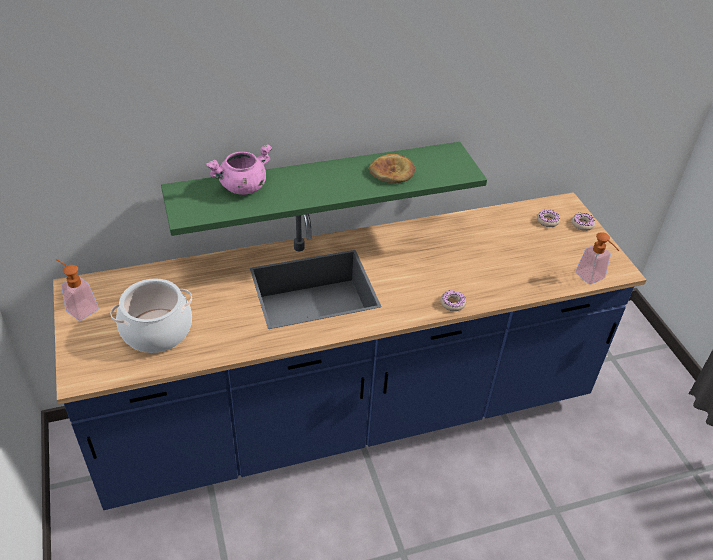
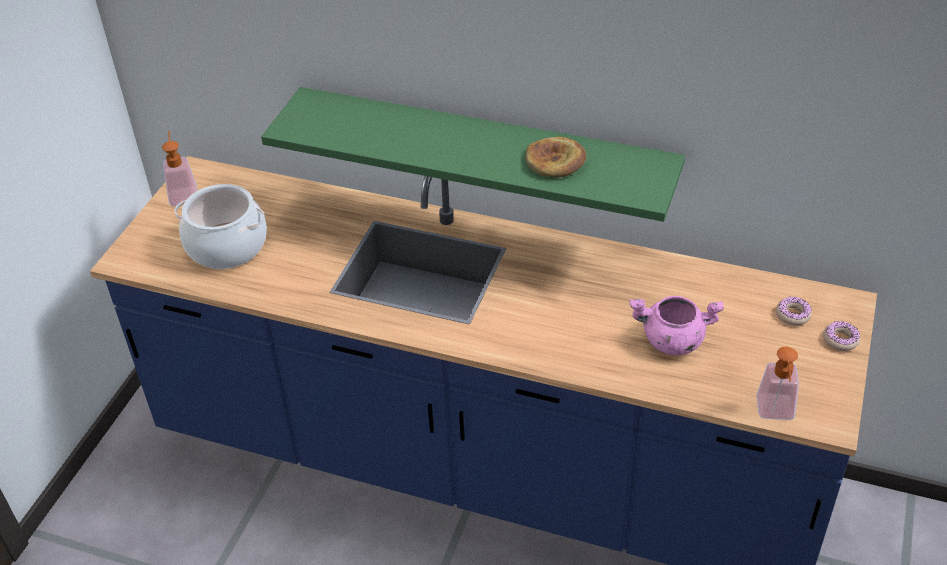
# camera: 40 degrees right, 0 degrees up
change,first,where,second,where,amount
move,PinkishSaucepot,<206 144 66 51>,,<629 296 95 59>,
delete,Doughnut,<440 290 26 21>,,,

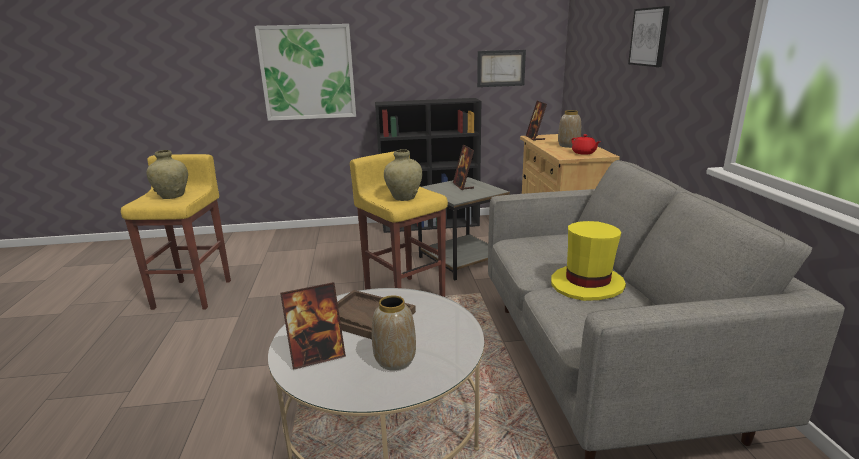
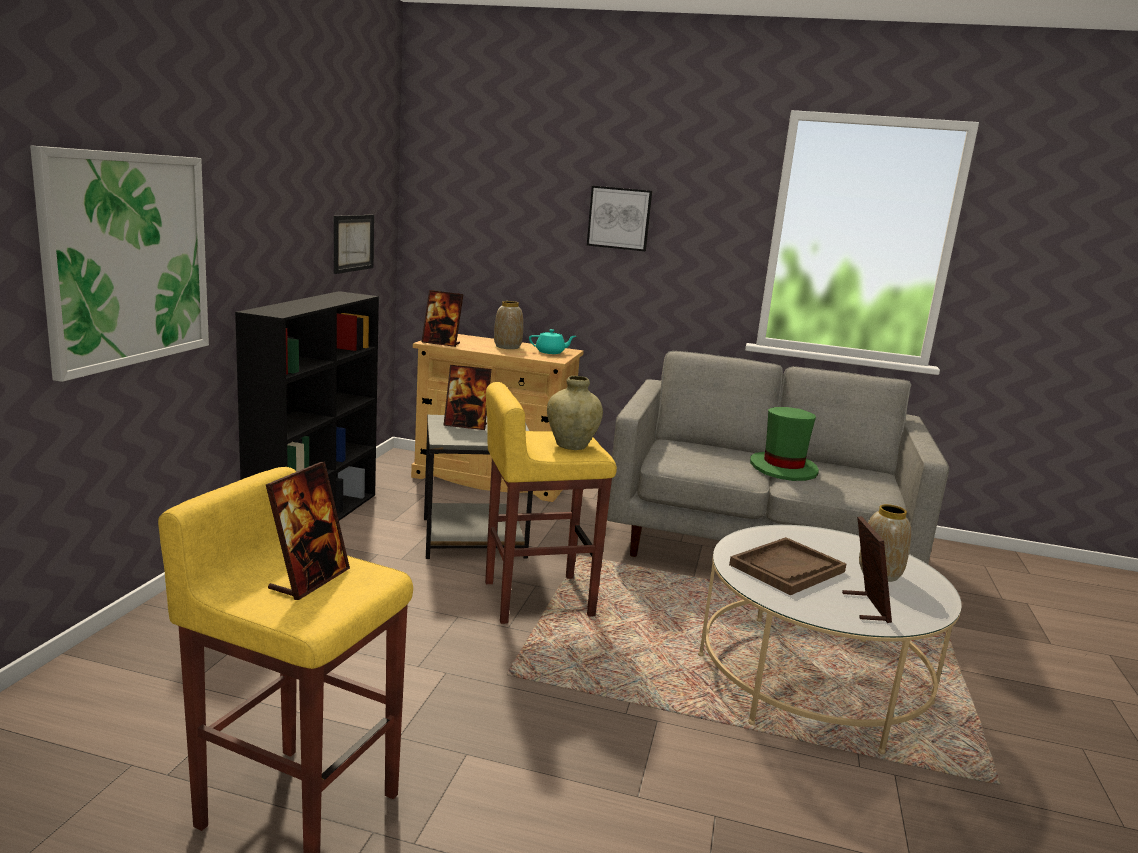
# camera: 70 degrees left, 5 degrees down
change,first,where,second,where,amount
replace,BeigeColouredVase,<147 150 41 49>,PictureFrame,<266 462 84 138>,
recolor,YellowishWearableHat,<551 221 75 80>,GreenishWearableHat,<750 407 69 74>,
recolor,RedColouredTeaPot,<571 134 29 21>,TurquoiseColouredTeaPot,<529 329 47 25>,

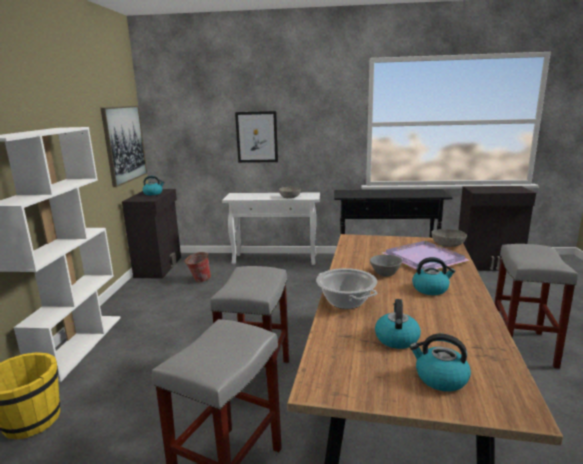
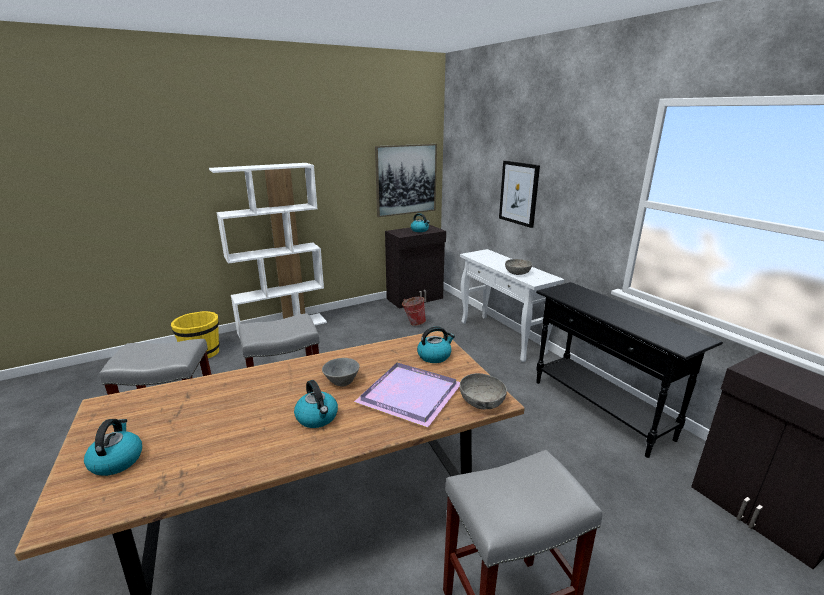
# camera: 55 degrees right, 5 degrees up
change,first,where,second,where,amount
delete,Saucepot,<316 268 62 41>,,,
move,WaterKettle,<375 299 46 50>,,<417 326 38 37>,

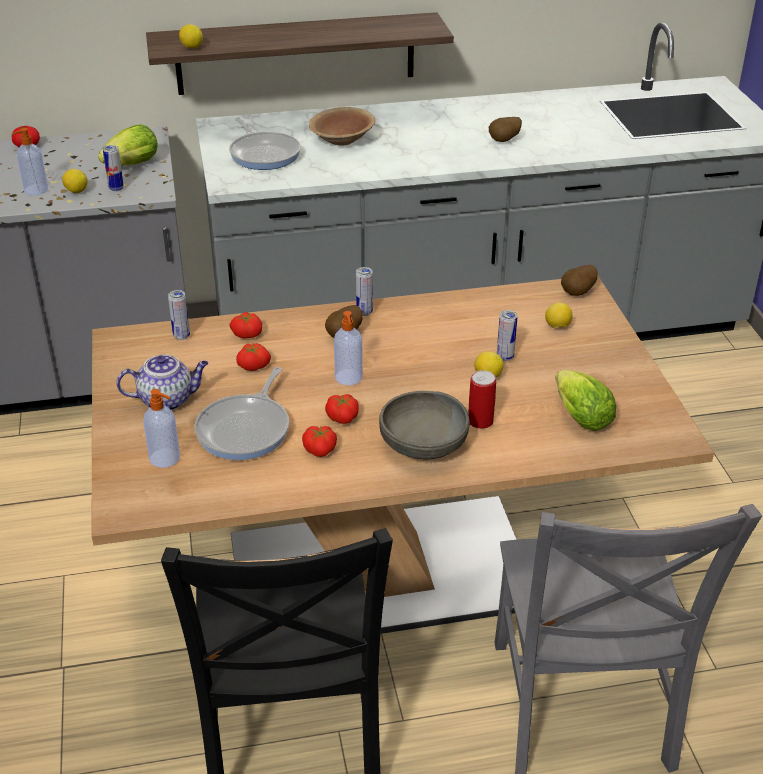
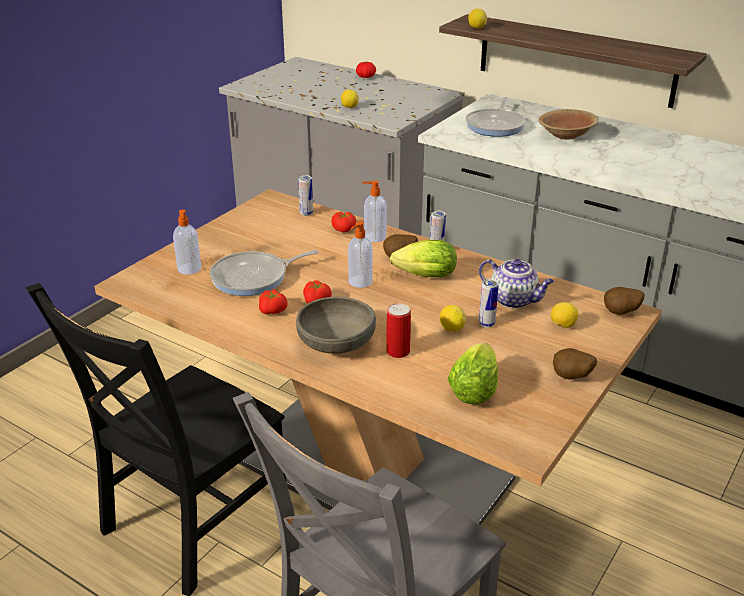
# camera: 45 degrees right, 5 degrees down
change,first,where,second,where,amount
move,SoapBottle,<12 128 36 67>,,<362 181 25 61>,
move,LettuceHead,<98 124 60 42>,,<390 240 67 38>,
delete,MetalCan,<103 145 21 46>,,,
move,TeaPot,<116 354 92 56>,,<479 259 75 50>,
delete,FreshTomato,<236 343 35 28>,,,
move,Potato,<489 117 33 25>,,<553 348 44 32>,

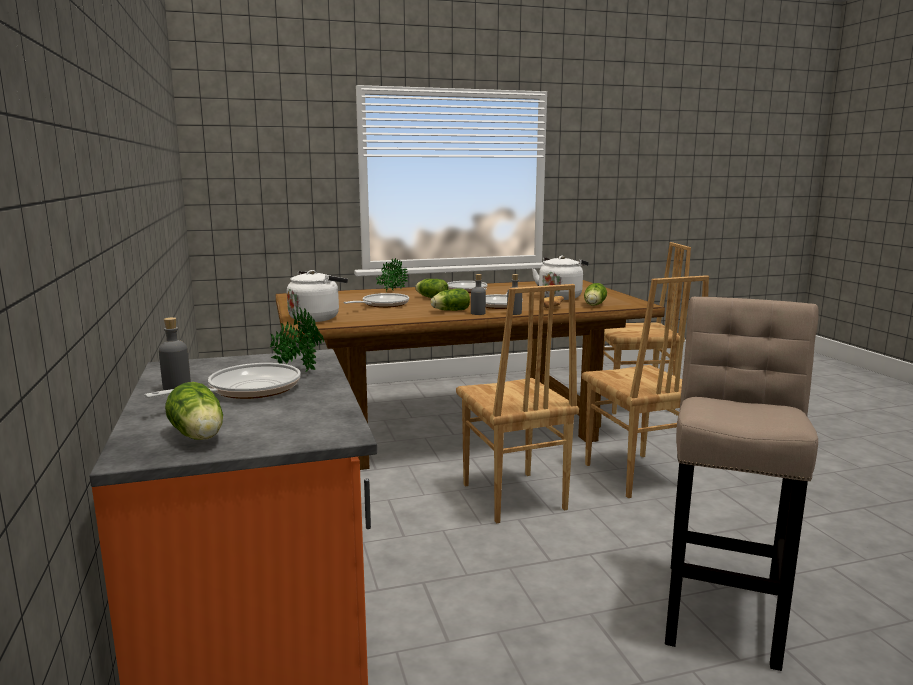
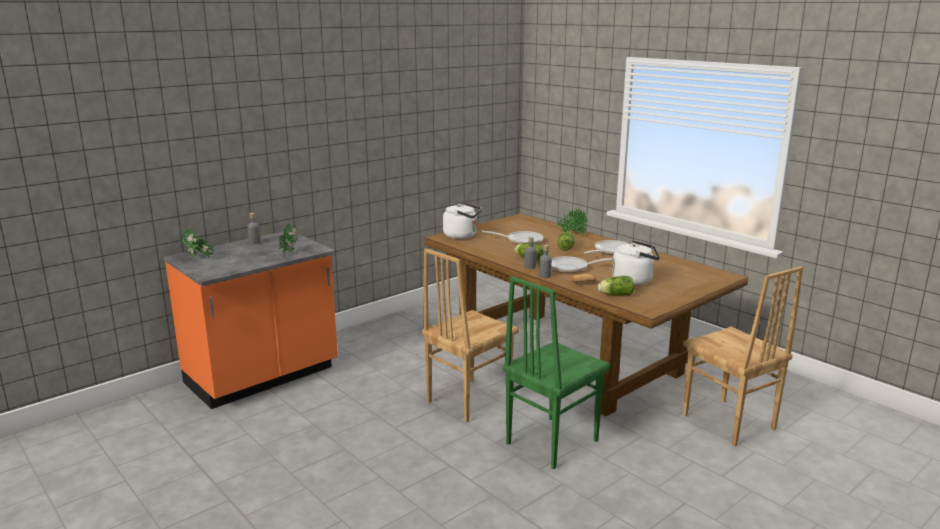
# camera: 65 degrees right, 5 degrees up
change,first,where,second,where,amount
delete,Pan,<144 363 157 36>,,,
replace,LettuceHead,<165 382 58 58>,Houseplant,<181 227 34 32>,
recolor,BrownPlainChair,<582 275 127 223>,GreenishPlainChair,<503 276 108 193>,
delete,BeigeColouredSittingStool,<665 297 154 374>,,,

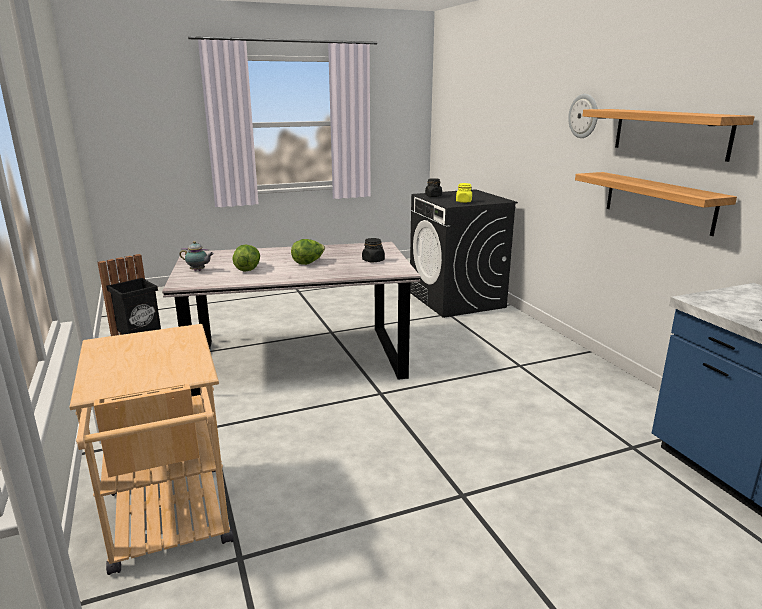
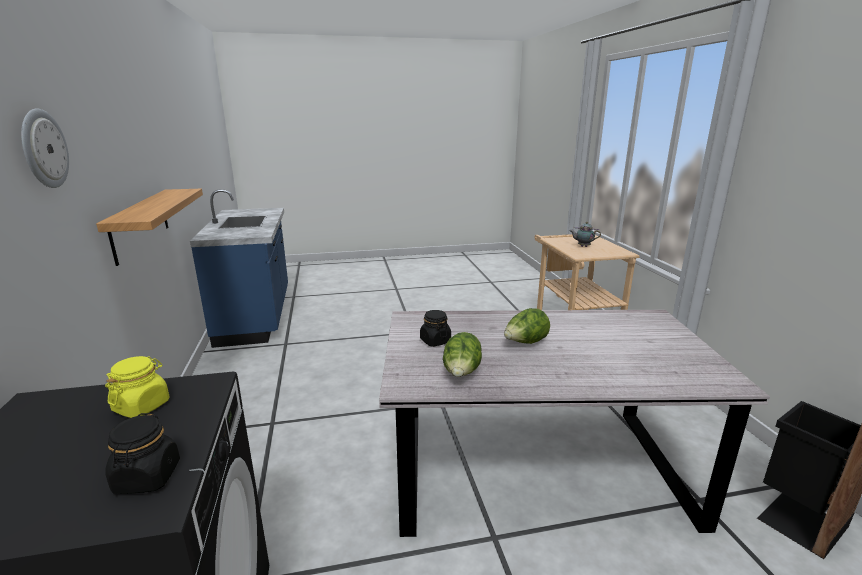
# camera: 170 degrees left, 0 degrees up
change,first,where,second,where,amount
move,TeaPot,<179 241 35 30>,,<570 222 31 25>,
move,LettuceHead,<232 244 28 28>,,<443 332 39 45>,
delete,BracketShelf,<583 109 172 53>,,,

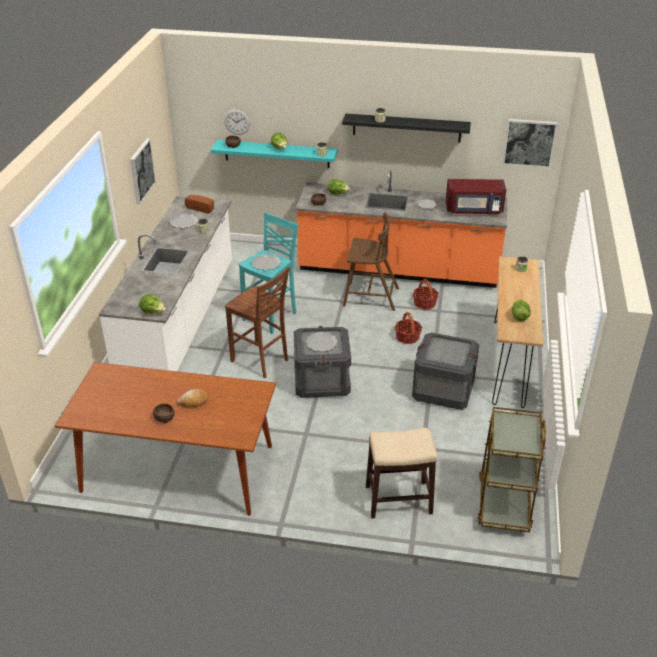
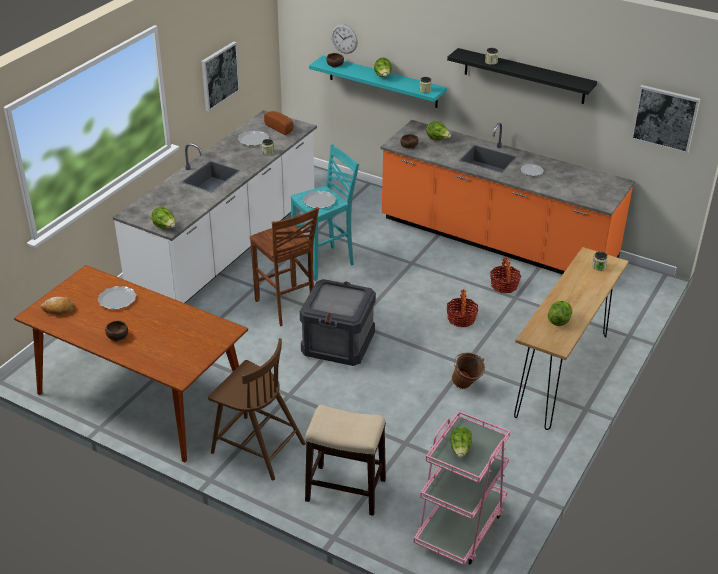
# camera: 20 degrees right, 0 degrees up
change,first,where,second,where,amount
move,BakeryBread,<177 389 32 18>,,<41 297 34 18>,
move,FlatDish,<306 332 32 20>,,<97 286 40 23>,
move,BrownPlainChair,<343 212 56 99>,,<208 338 98 142>,
replace,PackingCrate,<412 332 67 78>,BrownWaterBucket,<452 352 33 37>,
delete,RedColouredMicrowave,<446 179 60 35>,,,
recolor,BrownWheeledCart,<477 407 69 126>,PinkishWheeledCart,<413 411 97 154>,
insert,,,LettuceHead,<450 426 22 32>,

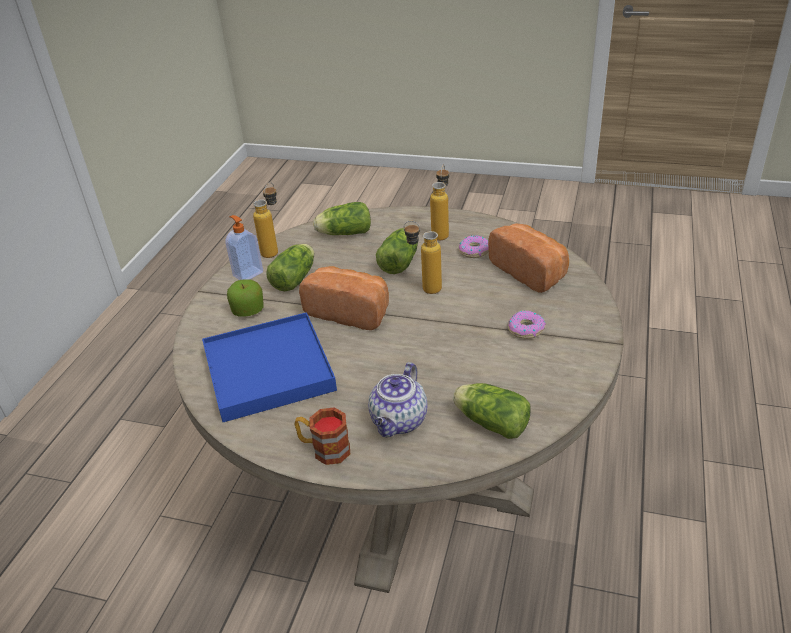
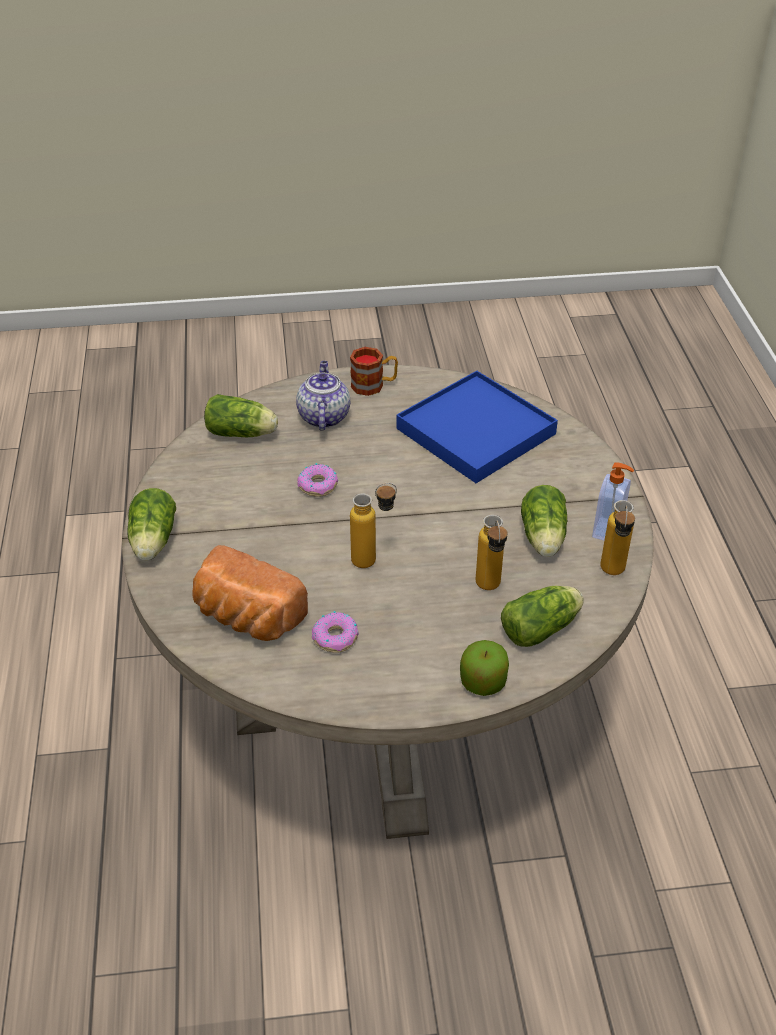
# camera: 155 degrees right, 5 degrees up
change,first,where,second,where,amount
move,AppleFruit,<227 279 37 38>,,<460 640 49 56>,
delete,BakeryBread,<299 266 90 64>,,,
move,LettuceHead,<376 228 42 46>,,<127 488 49 72>,
move,Bottle,<430 164 19 77>,,<476 515 32 75>,
move,Doughnut,<508 311 38 28>,,<297 463 41 34>,

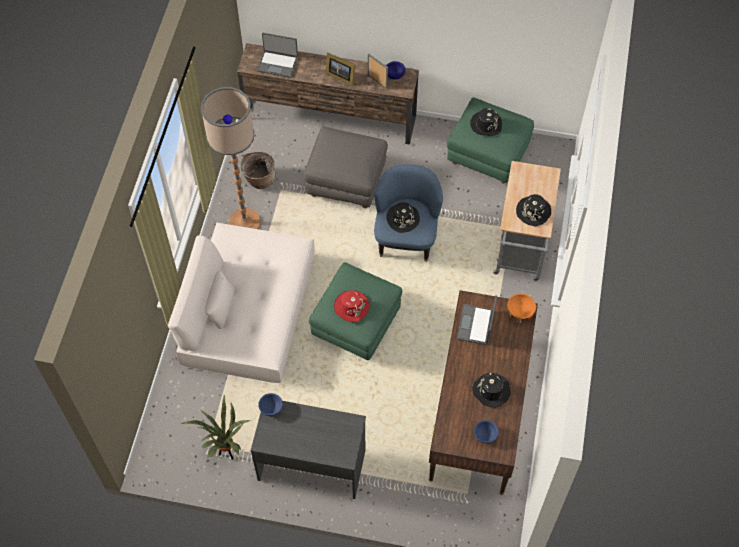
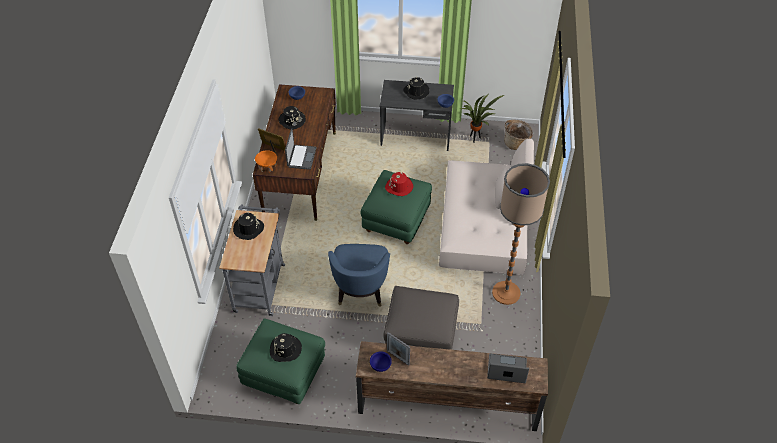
# camera: 175 degrees right, 10 degrees down
change,first,where,second,where,amount
move,Basket,<241 152 34 37>,,<504 120 29 30>,
move,PictureFrame,<326 52 29 34>,,<258 128 28 27>,
move,BlackishWearableHat,<386 202 34 31>,,<403 76 26 24>,

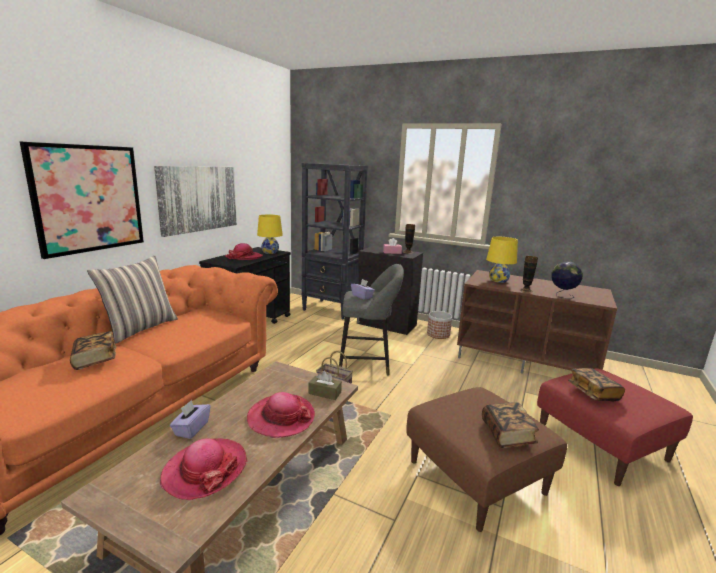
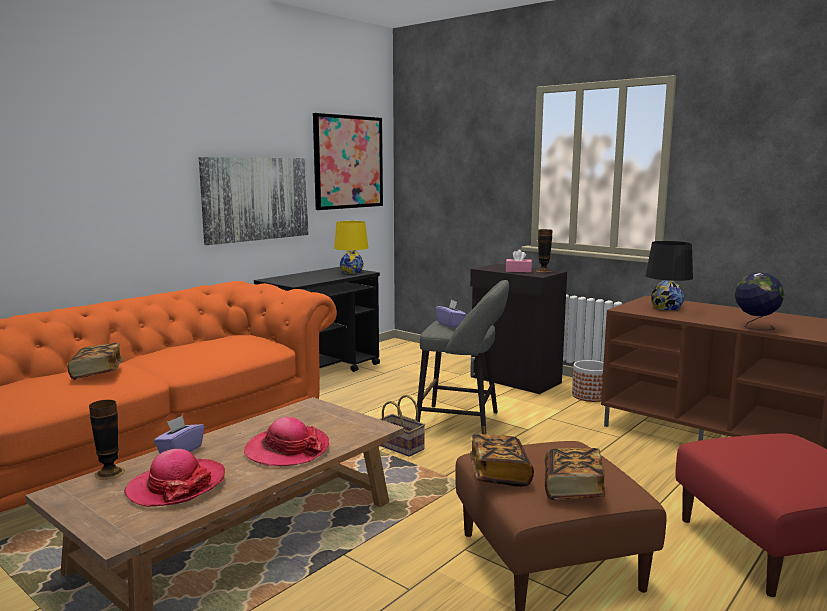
# camera: 15 degrees right, 5 degrees down
change,first,where,second,where,amount
move,WallArt,<20 142 124 117>,,<313 113 70 97>,
delete,ThrowPillow,<87 256 91 87>,,,
delete,WearableHat,<225 243 38 17>,,,
delete,BlackishBookcase,<302 163 66 157>,,,
delete,BrownTissueBox,<308 371 34 29>,,,
recolor,YellowishLampForATable,<486 237 32 46>,BlackishLampForATable,<646 241 47 69>,
move,Vase,<519 256 19 37>,,<89 400 36 80>,
move,Book,<568 368 57 34>,,<470 434 64 53>,

